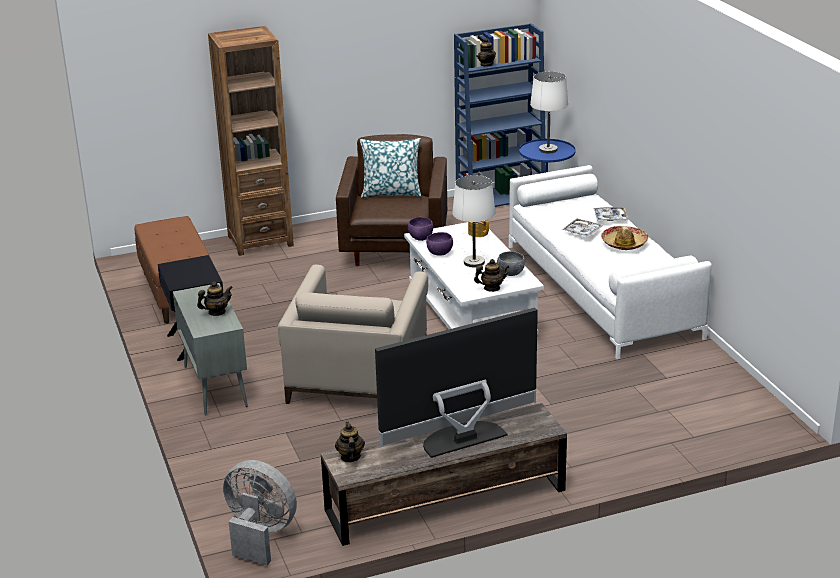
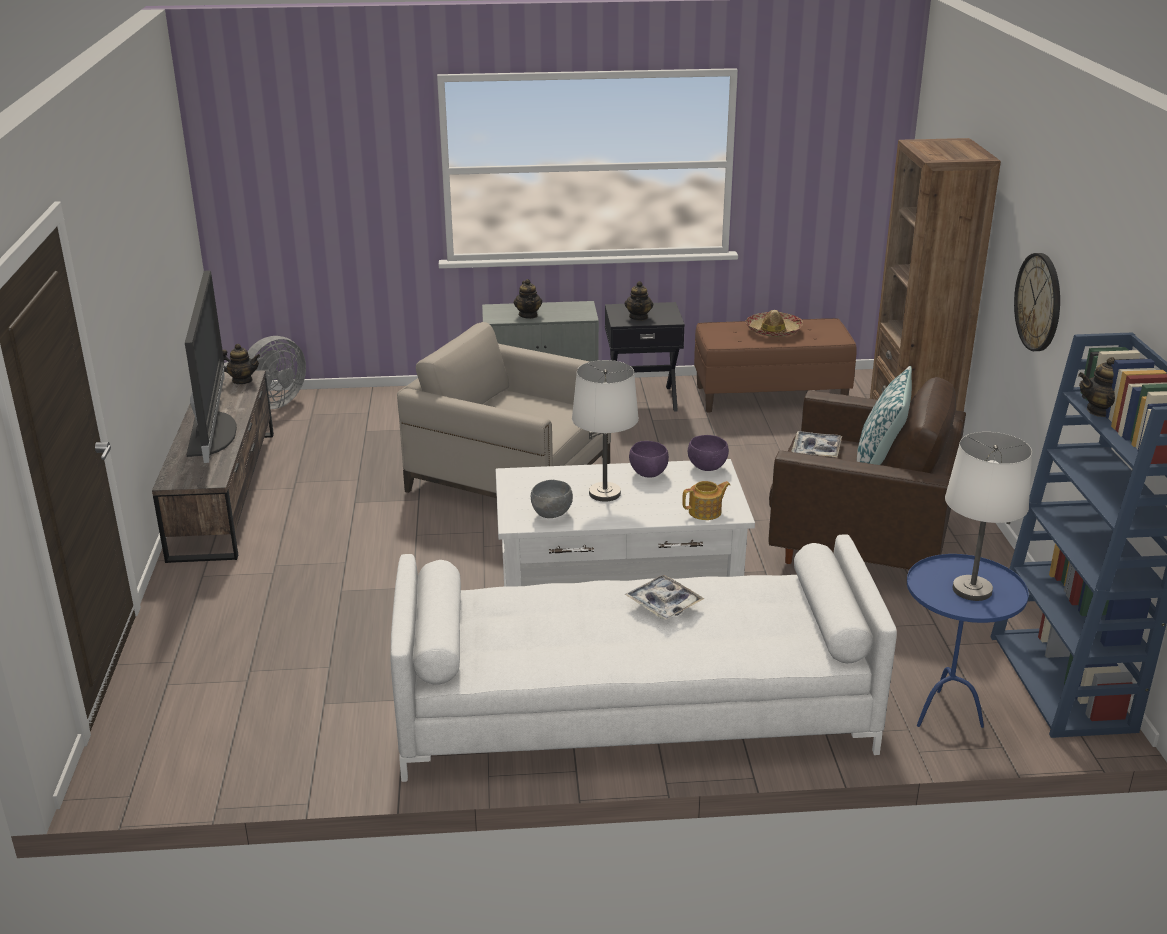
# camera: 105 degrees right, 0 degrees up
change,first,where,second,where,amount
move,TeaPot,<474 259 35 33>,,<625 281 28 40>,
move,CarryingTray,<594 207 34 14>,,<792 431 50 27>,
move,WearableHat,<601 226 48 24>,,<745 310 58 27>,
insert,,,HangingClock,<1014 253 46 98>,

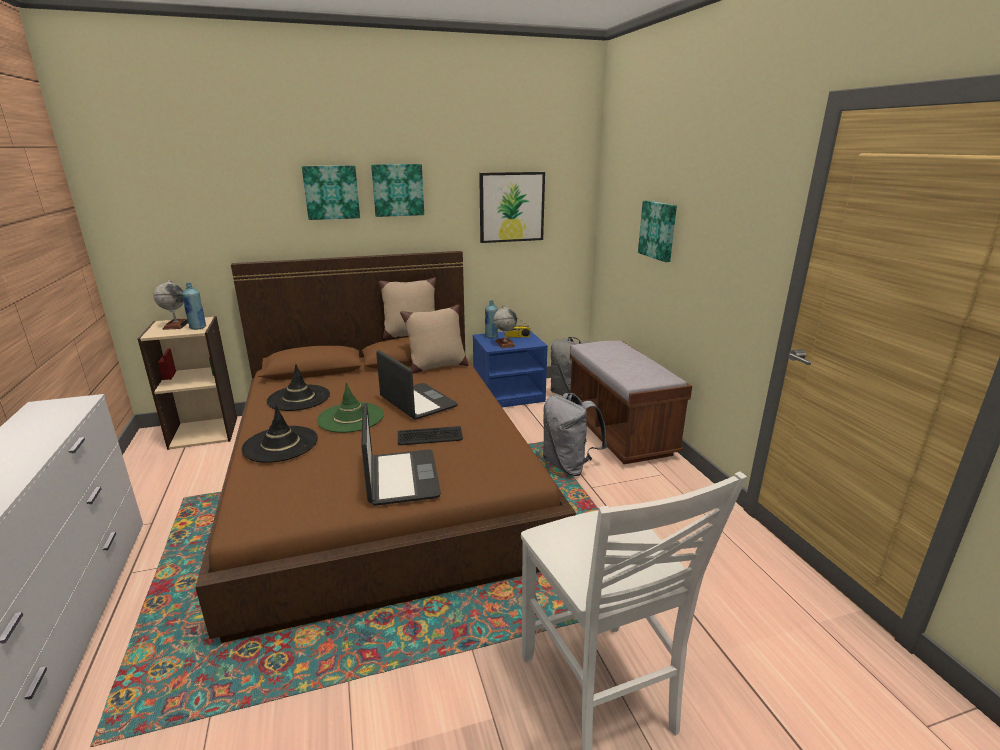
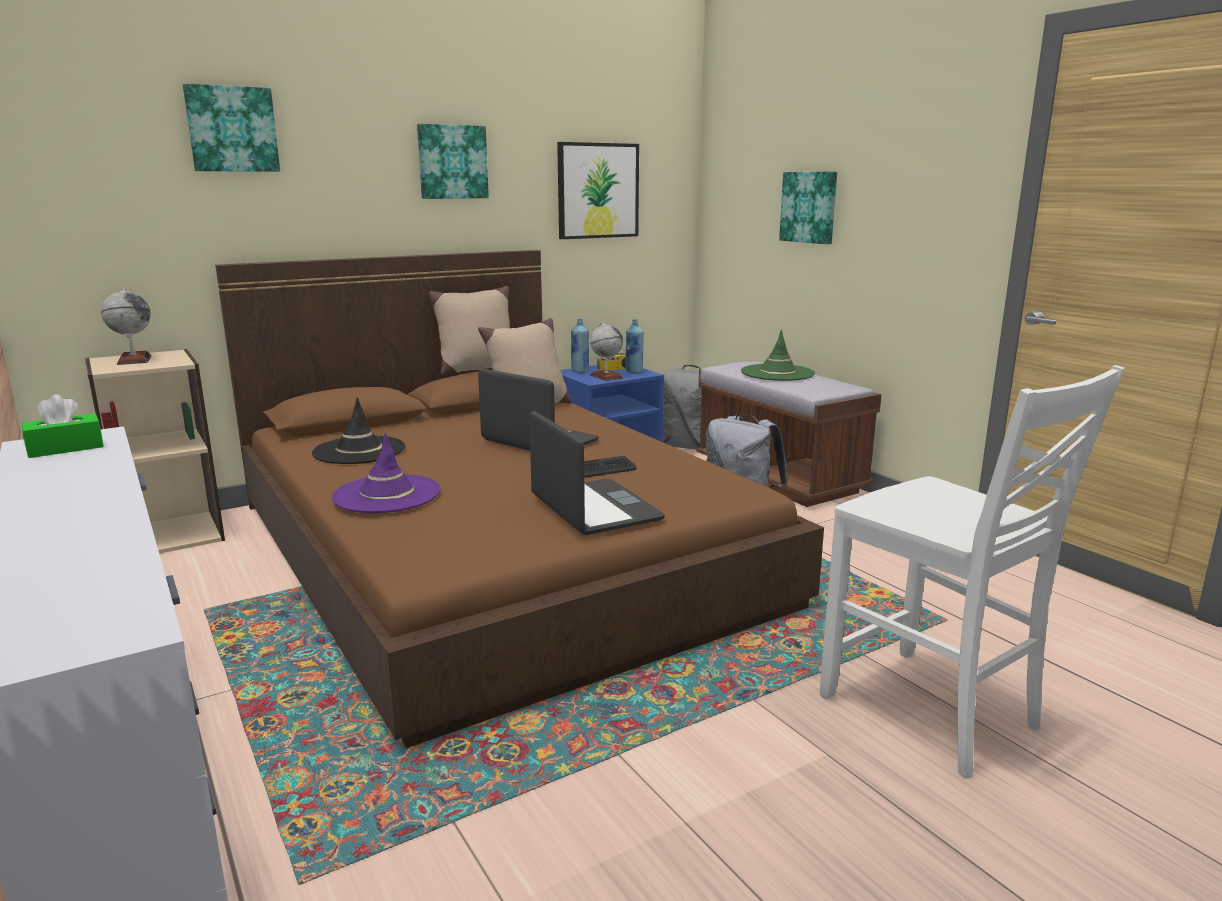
# camera: 15 degrees left, 5 degrees down
change,first,where,second,where,amount
move,BluishBottle,<182 283 24 47>,,<625 319 19 55>,
recolor,BlackishWearableHat,<241 406 77 57>,PurplishWearableHat,<332 433 108 80>,
move,WallArt,<302 165 58 55>,,<183 83 97 89>,
move,GreenishWearableHat,<317 382 67 51>,,<741 329 74 52>,
insert,,,GreenishTissueBox,<22 395 82 63>,

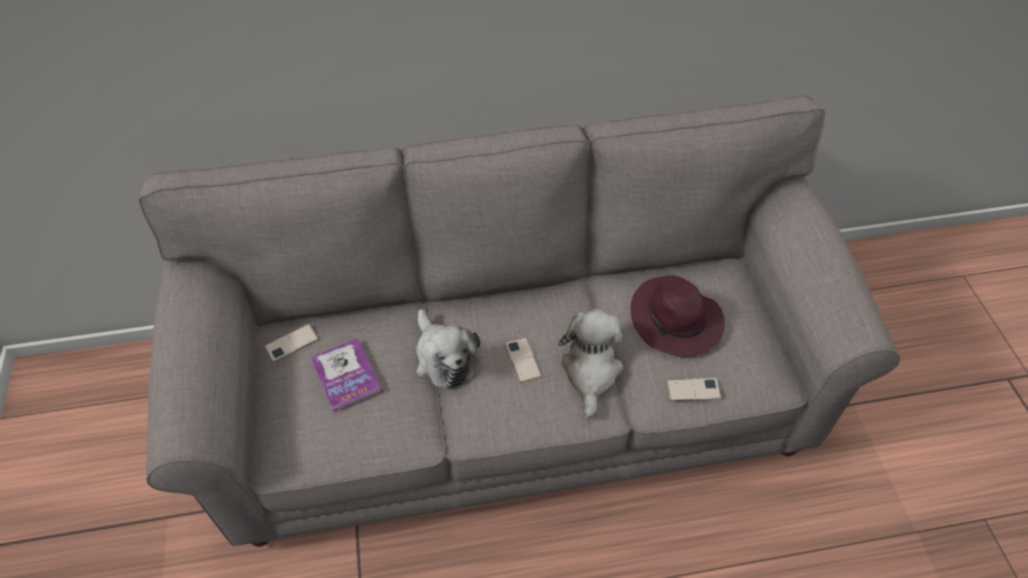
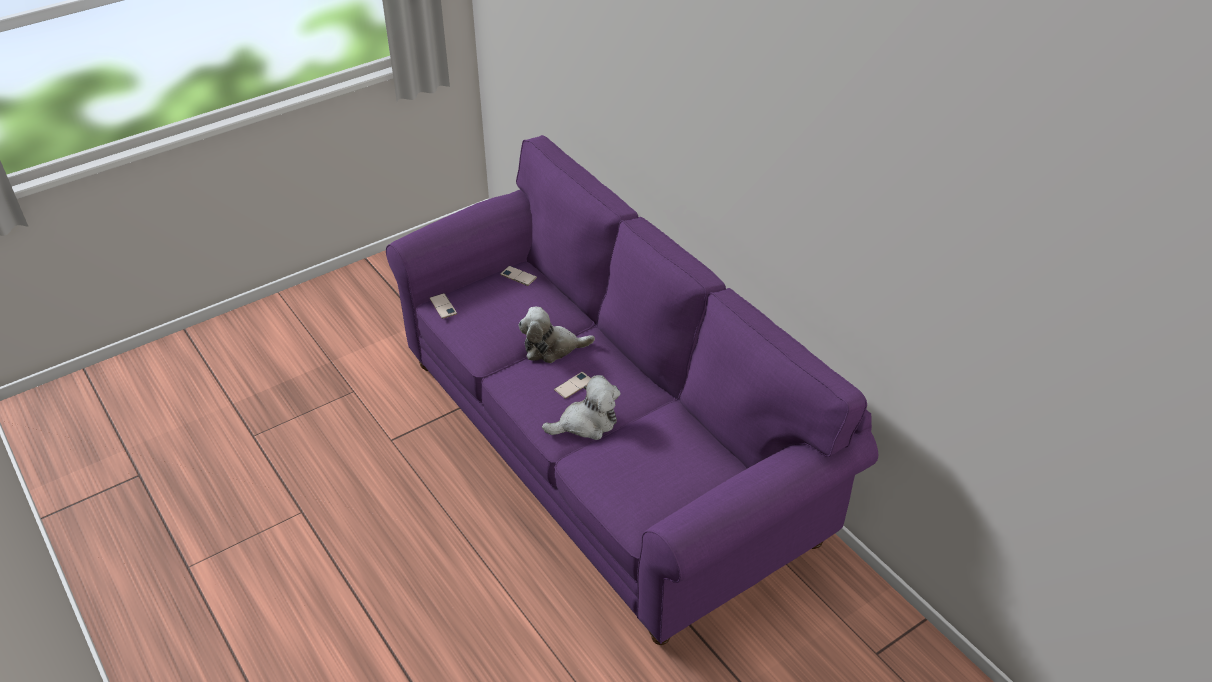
# camera: 65 degrees right, 10 degrees down
change,first,where,second,where,amount
recolor,GraySofa,<138 95 762 452>,PurplishSofa,<386 135 492 510>,
delete,Book,<310 338 73 75>,,,
rotate,SoftToy,<416 309 64 81>,,<518 307 77 56>,45 degrees clockwise
delete,PurplishWearableHat,<631 275 94 82>,,,
move,Telephone,<667 378 55 23>,,<430 293 27 26>,

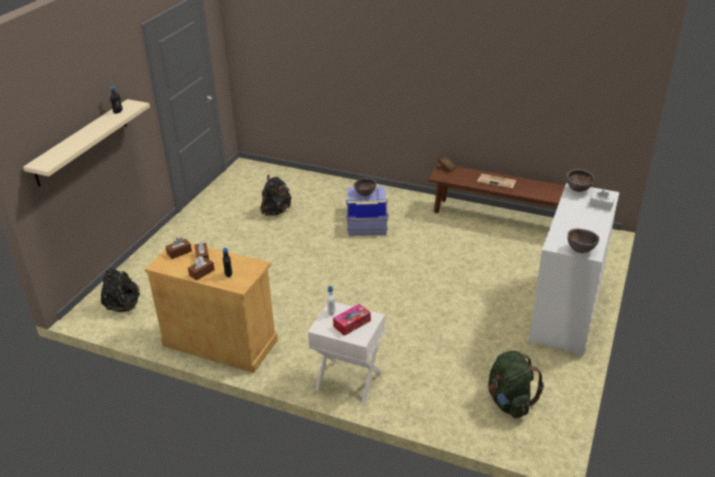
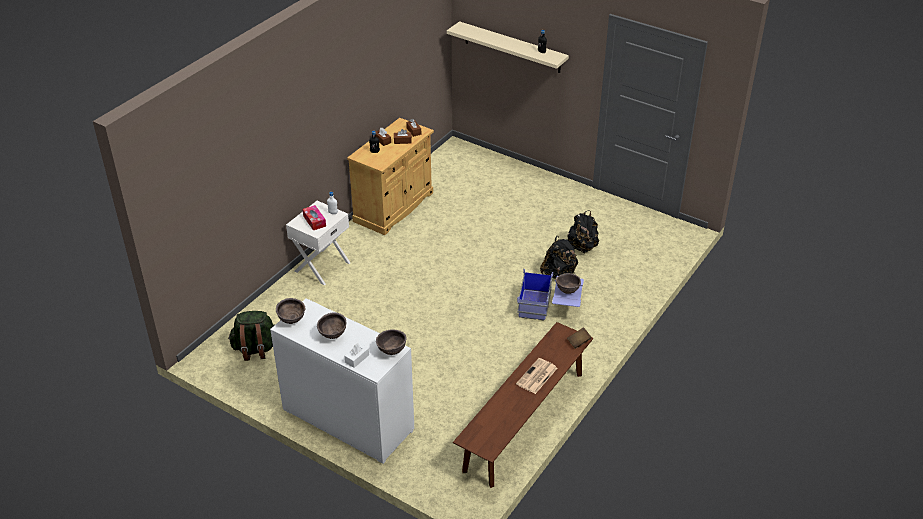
# camera: 100 degrees right, 5 degrees up
change,first,where,second,where,amount
move,BlackishRucksack,<101 268 39 44>,,<540 236 38 43>,
insert,,,BrownBowl,<317 313 29 26>,

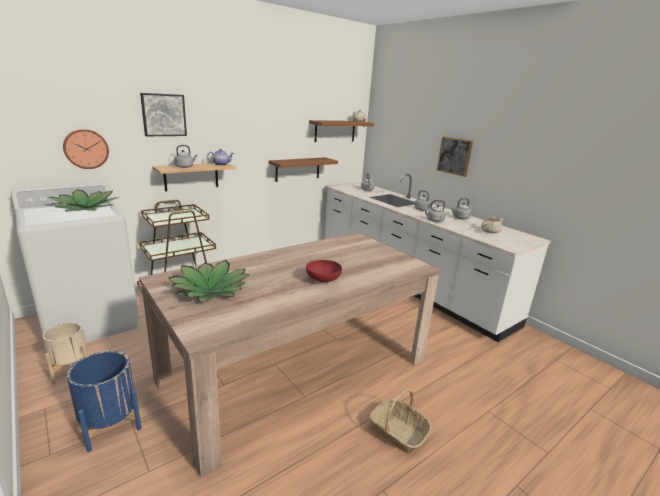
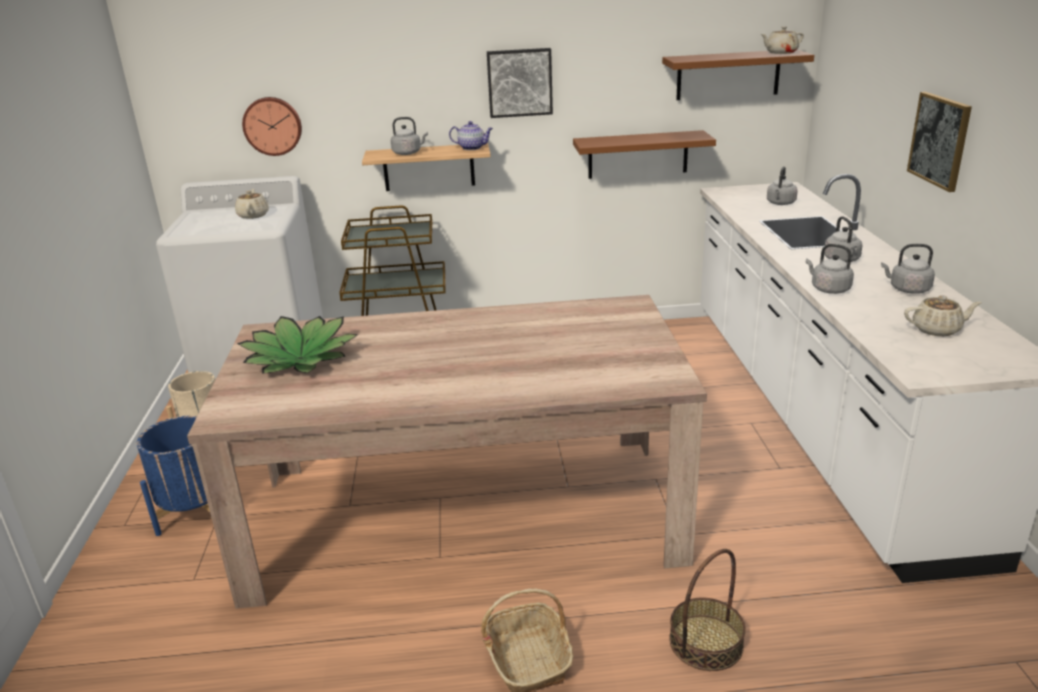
# camera: 35 degrees right, 5 degrees up
change,first,where,second,where,amount
replace,Houseplant,<49 189 71 23>,BeigeColouredTeaPot,<235 189 34 30>,
move,WallArt,<140 93 47 43>,,<487 48 66 70>,
delete,RedColouredBowl,<306 260 36 22>,,,
insert,,,Basket,<669 549 77 122>,

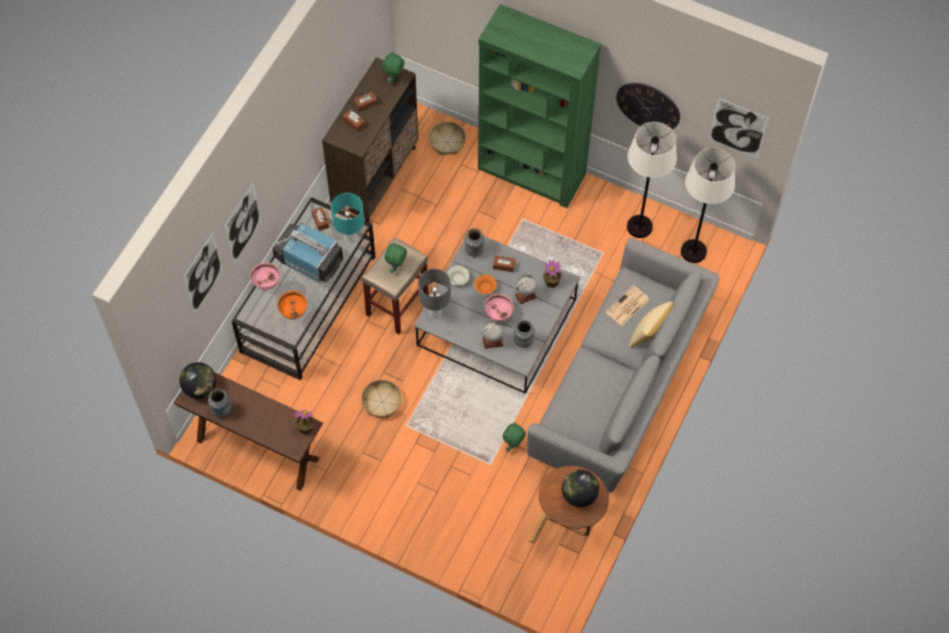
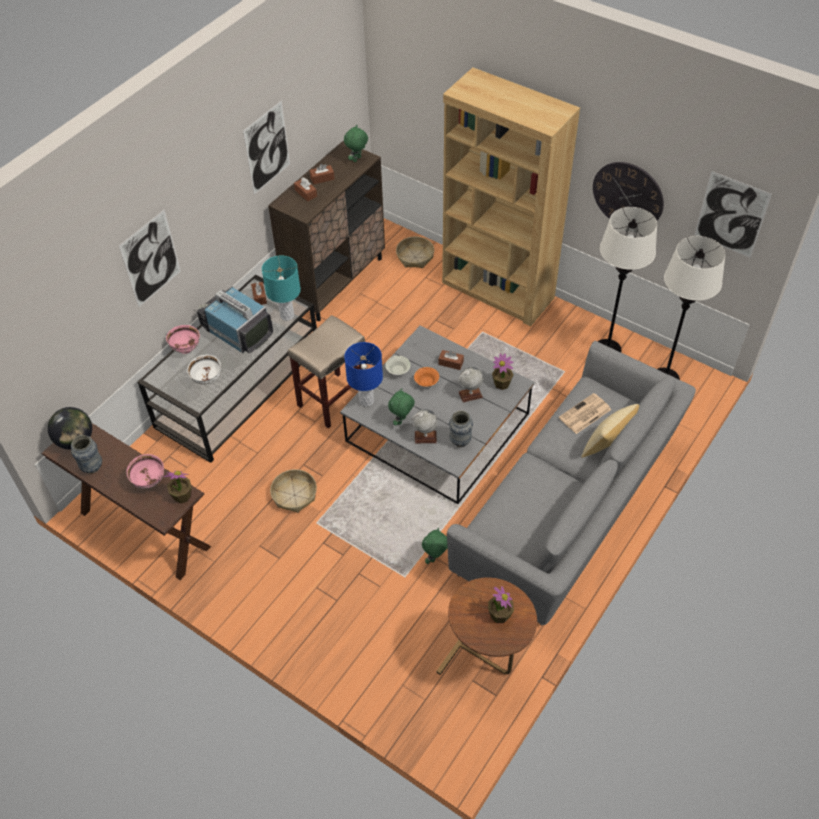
# camera: 10 degrees right, 10 degrees down
change,first,where,second,where,amount
move,WallArt,<183 233 40 81>,,<243 100 47 94>,
recolor,OrangeyBowl,<277 291 30 28>,WhitishBowl,<187 355 34 29>,
move,GreenishSoftToy,<384 241 23 32>,,<388 388 27 38>,
recolor,GrayLampForATable,<418 269 33 49>,BluishLampForATable,<344 342 39 65>,
delete,Vase,<465 228 19 29>,,,
recolor,GreenishBookcase,<478 4 123 204>,BrownBookcase,<442 67 138 260>,
move,PinkishBowl,<485 294 29 28>,,<127 454 37 35>,
replace,Globe,<562 470 37 37>,Houseplant,<488 586 26 37>,

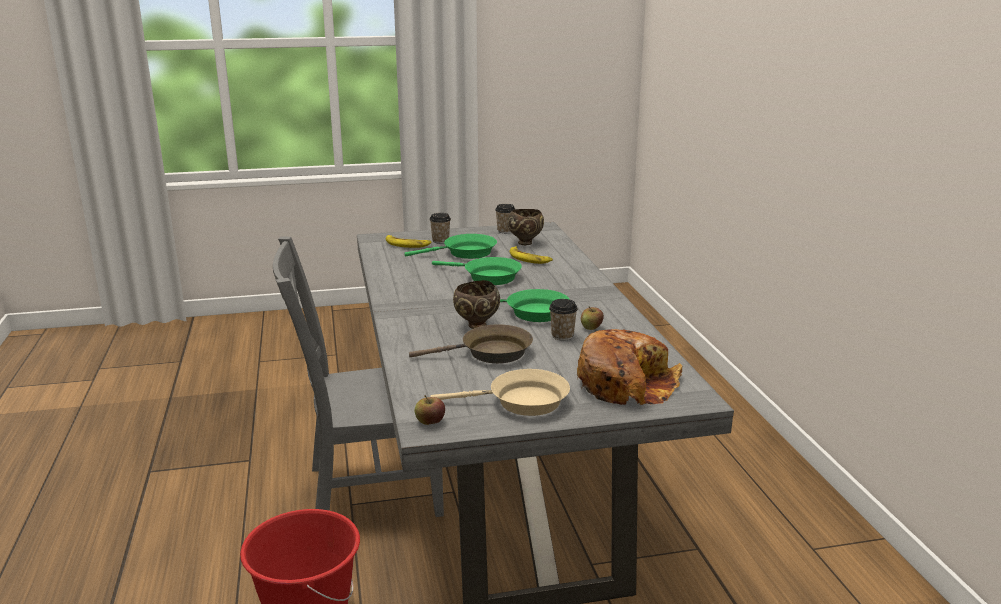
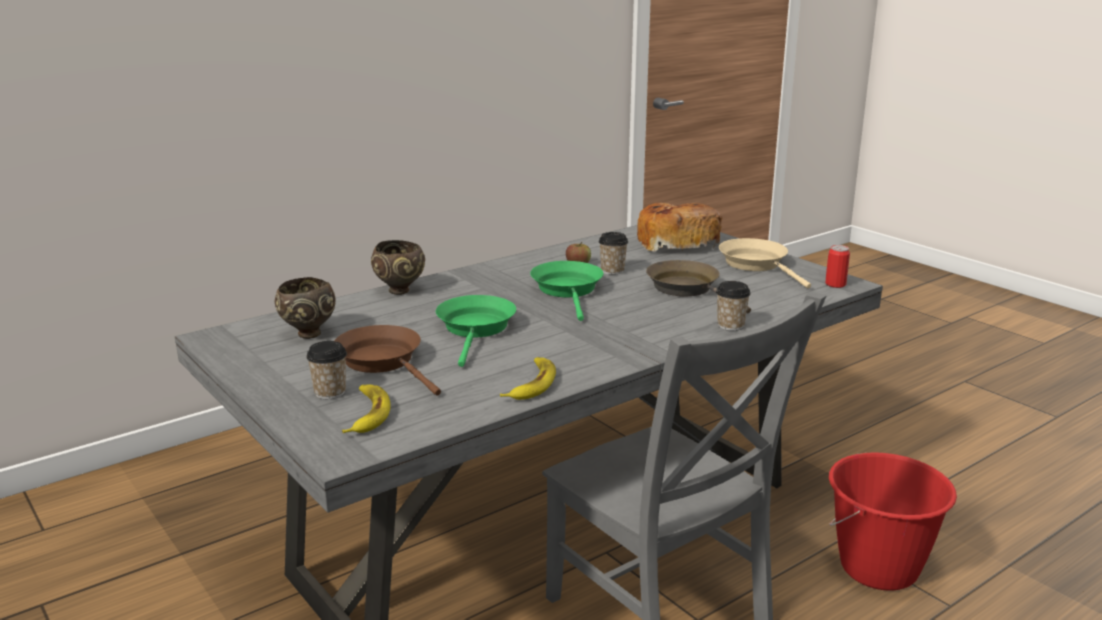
# camera: 115 degrees left, 0 degrees up
change,first,where,second,where,amount
recolor,GreenishPan,<404 234 93 25>,BrownPan,<334 325 107 71>,
replace,AppleFruit,<415 395 30 30>,MetalCan,<825 245 25 43>,
move,BrownBowl,<453 280 47 49>,,<371 240 54 55>,
move,SmallCup,<495 204 21 29>,,<716 281 35 50>,
move,Banana,<509 246 44 18>,,<500 357 56 43>,

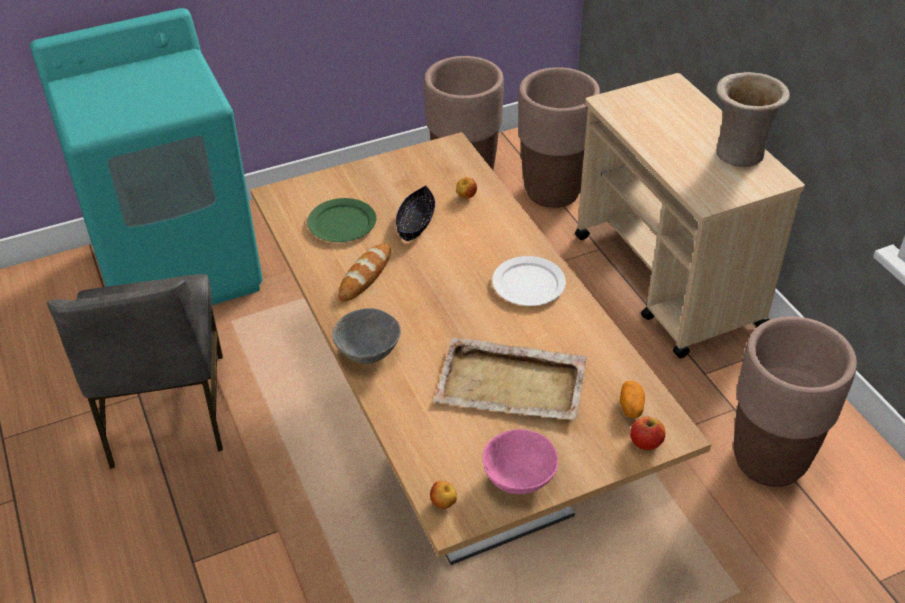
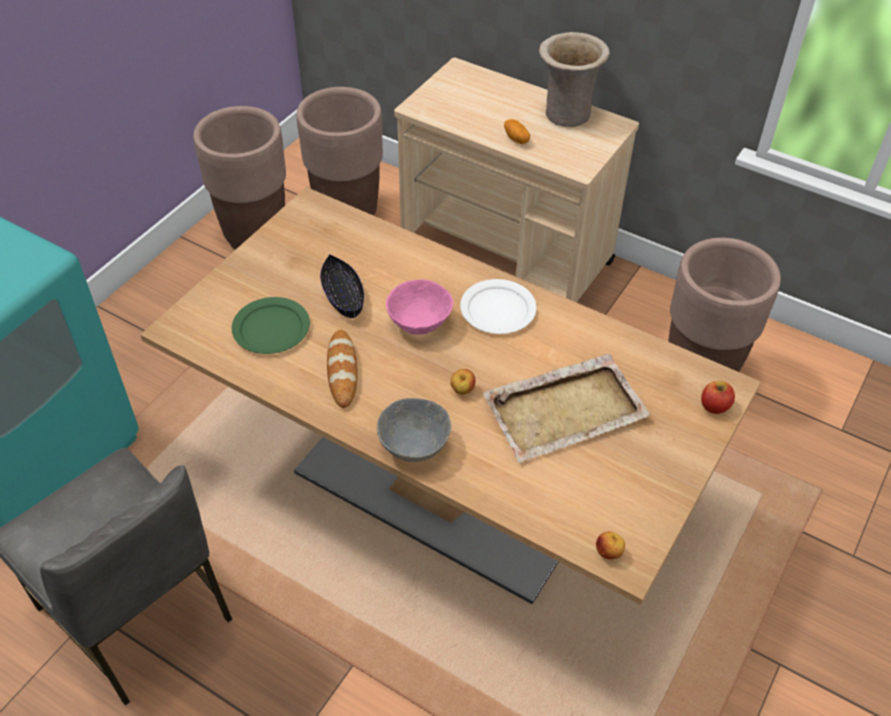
# camera: 35 degrees left, 5 degrees up
change,first,where,second,where,amount
move,AppleFruit,<456 177 21 22>,,<450 369 25 26>,
move,PinkishBowl,<483 429 75 65>,,<386 279 68 56>,
move,Potato,<620 381 25 37>,,<504 119 26 25>,

